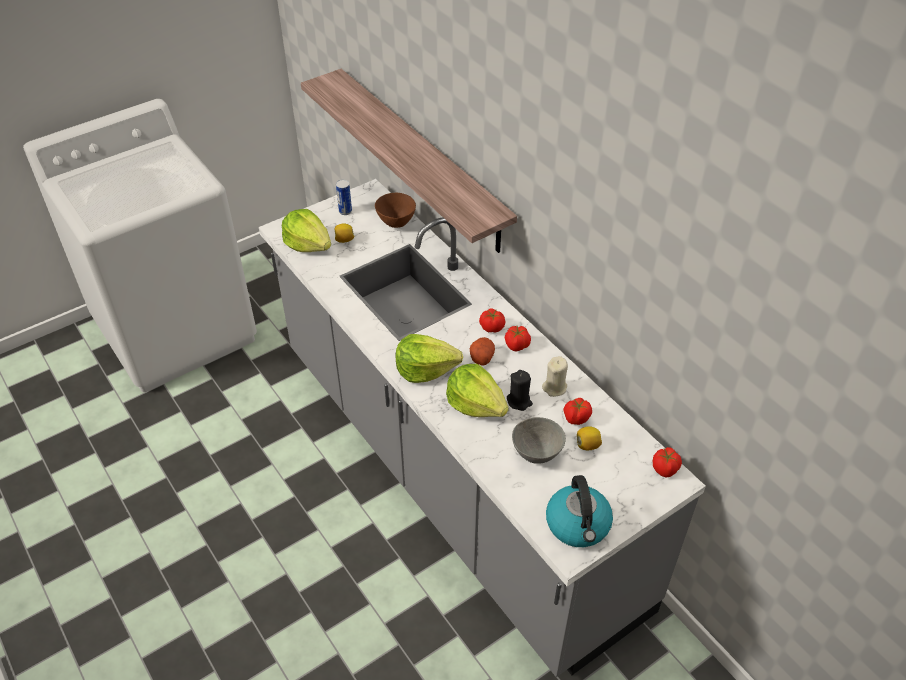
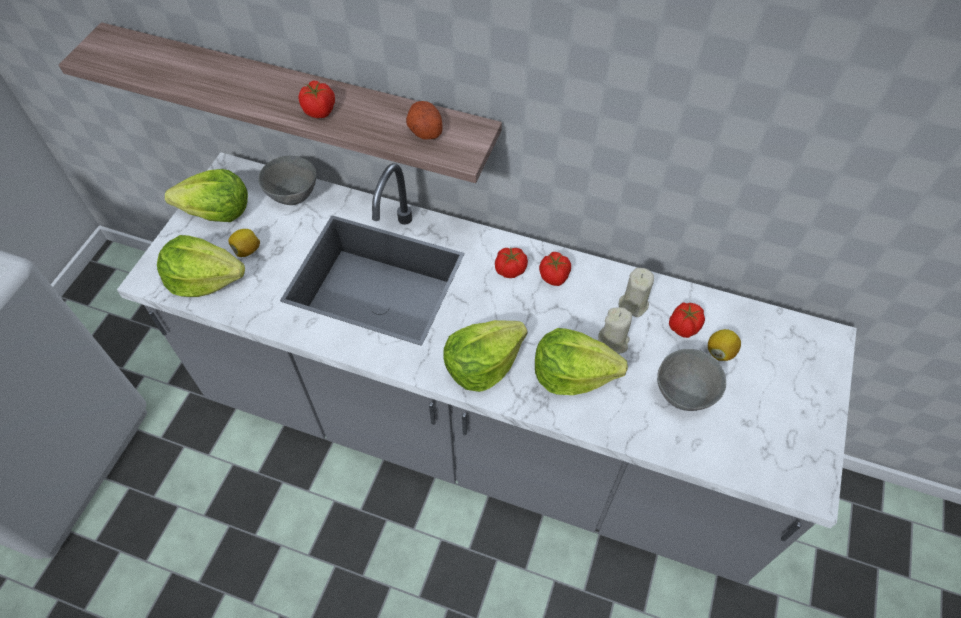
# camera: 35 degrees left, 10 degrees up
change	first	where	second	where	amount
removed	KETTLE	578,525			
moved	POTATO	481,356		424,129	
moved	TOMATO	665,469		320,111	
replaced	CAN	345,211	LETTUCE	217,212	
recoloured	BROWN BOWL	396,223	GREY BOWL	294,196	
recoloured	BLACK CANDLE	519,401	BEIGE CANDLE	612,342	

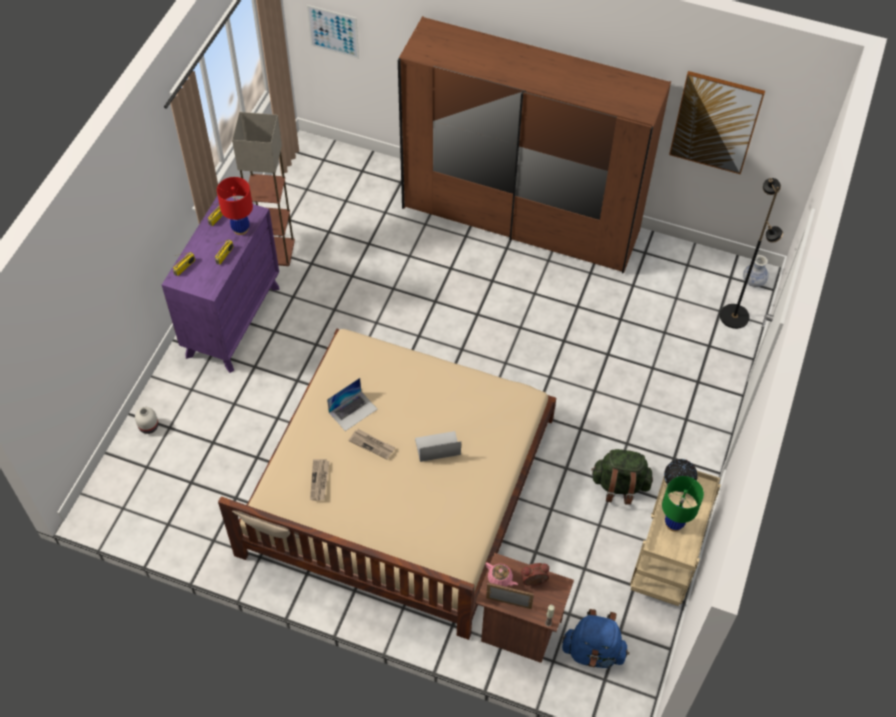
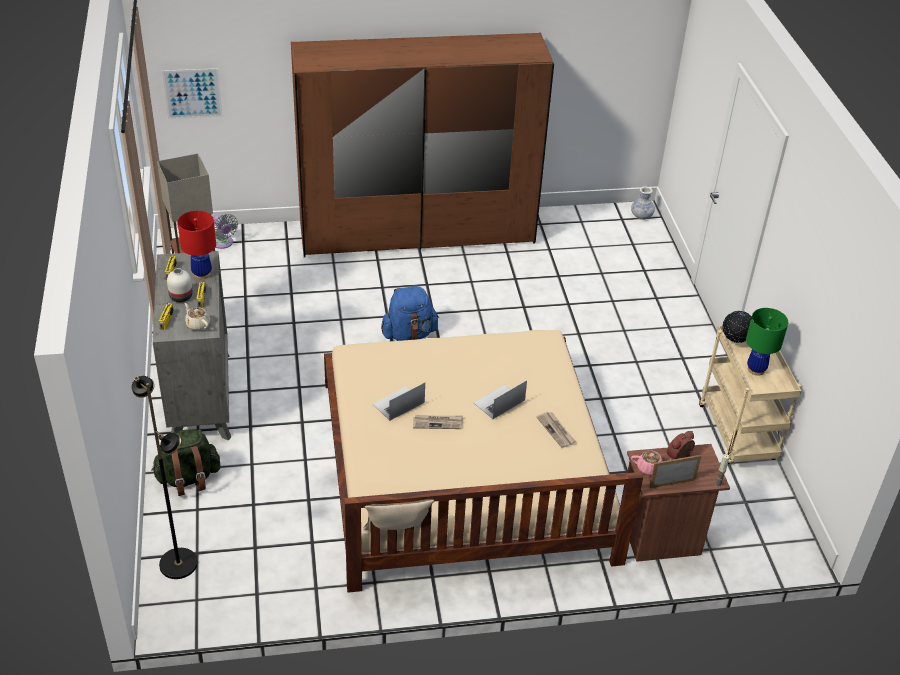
# camera: 30 degrees left, 15 degrees down
change	first	where	second	where	amount
removed	PICTURE	715,122			
added			BEIGE TEAPOT	197,324	
added			GREY FAN	223,243	
moved	WHITE VASE	148,426		180,296	
moved	NEWSPAPER	320,481		556,430	
moved	BLUE BACKPACK	593,651		409,334	
moved	GREEN BACKPACK	619,485		188,479	
moved	BLACK FLOOR LAMP	734,316		179,563	
recoloured	PURPLE DRESSER	233,321	GREY DRESSER	200,397	
turned	LAPTOP	353,410		398,403	150 degrees counterclockwise

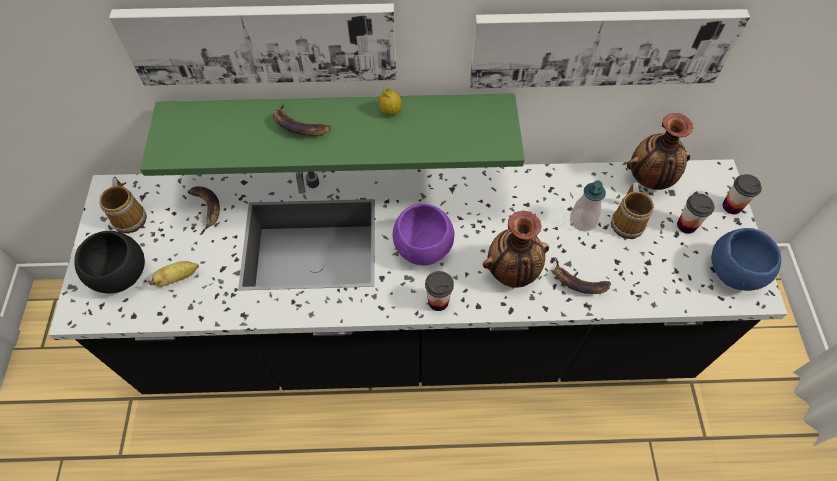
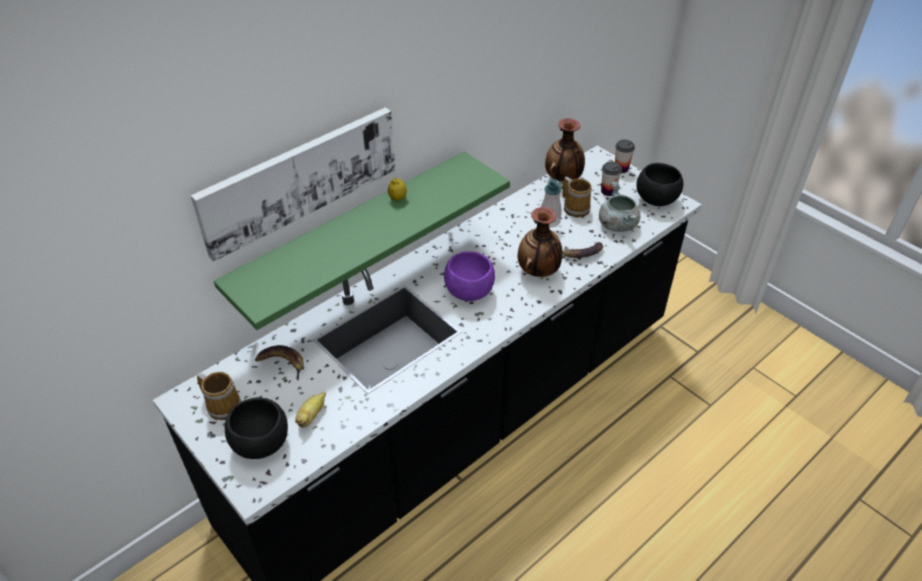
# camera: 40 degrees left, 15 degrees down
change	first	where	second	where	amount
removed	BANANA	299,126			
removed	CUP	438,301			
removed	PICTURE	600,46			
added			GREY COOKING POT	617,225	
recoloured	BLUE BOWL	734,272	BLACK BOWL	656,200	

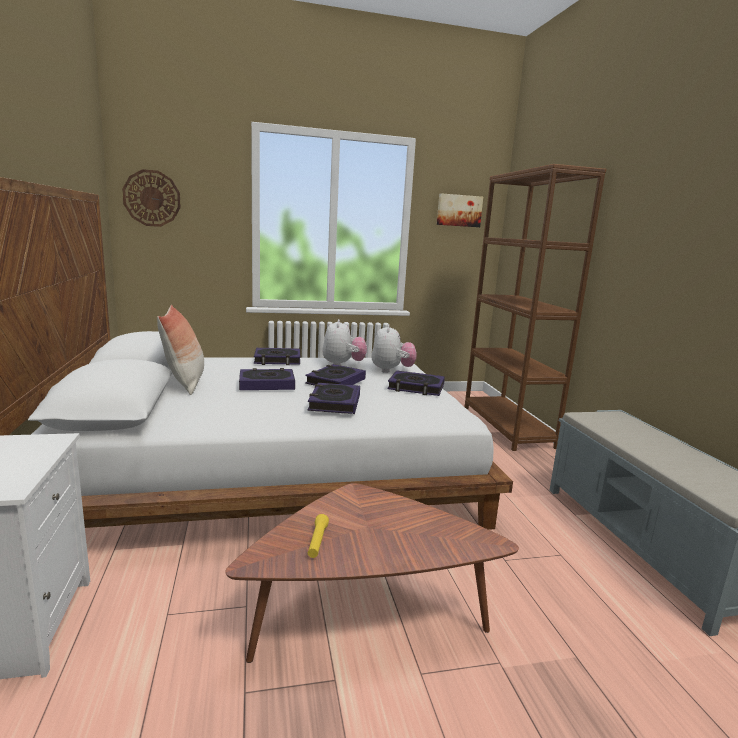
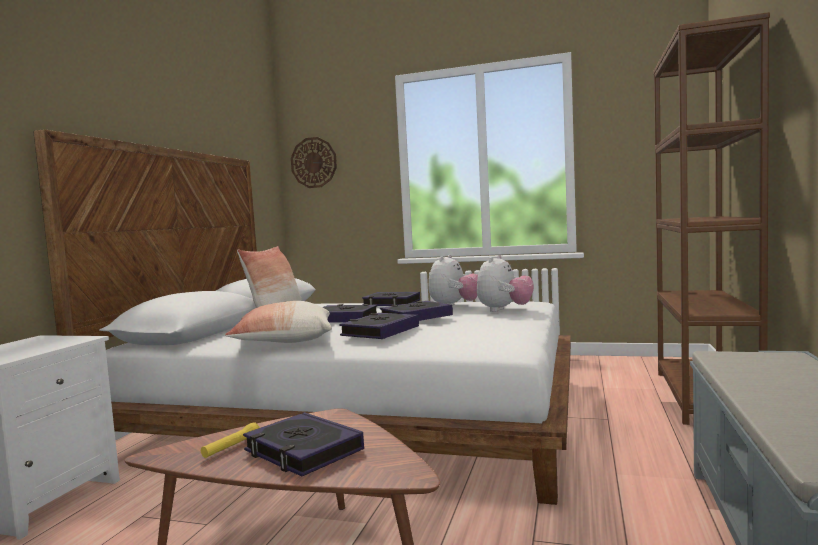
# camera: 30 degrees right, 10 degrees down
change	first	where	second	where	amount
removed	PICTURE	459,210			
added			PILLOW	284,341	
moved	BOOK	416,387		303,451	

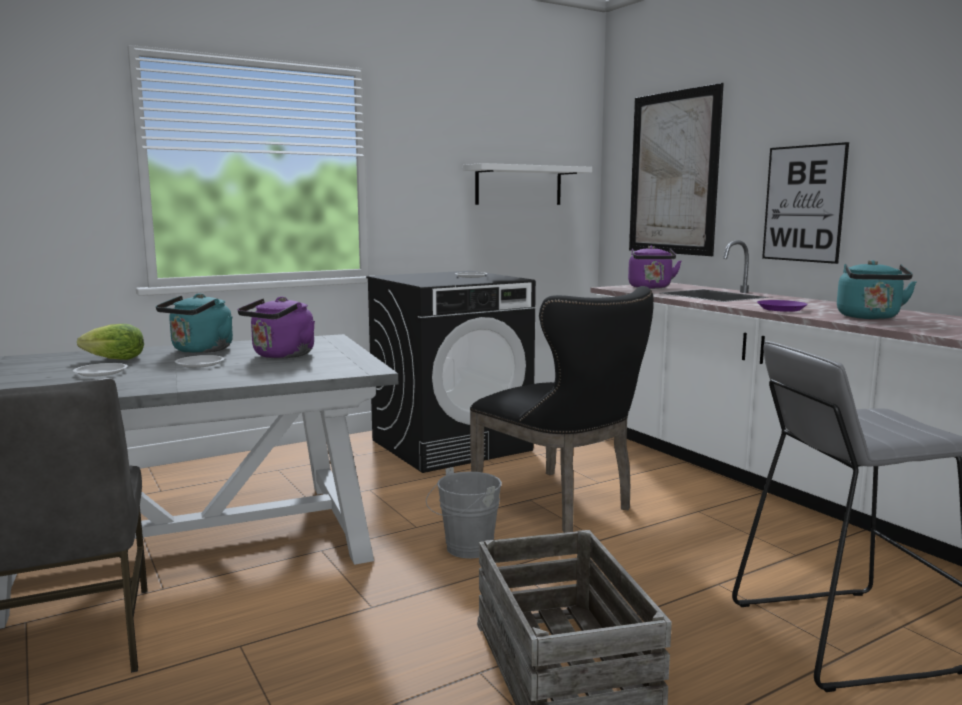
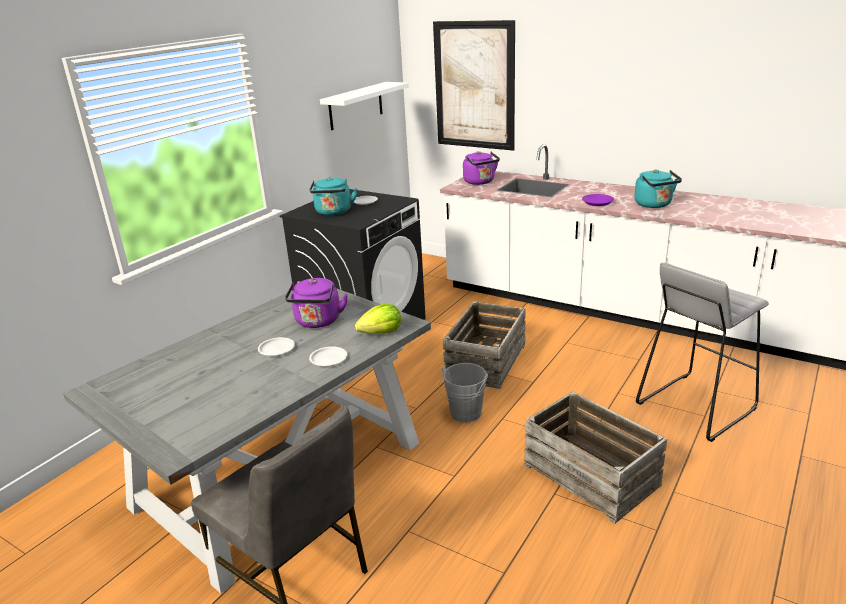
# camera: 25 degrees left, 15 degrees up
change	first	where	second	where	amount
removed	PICTURE	803,203			
moved	WHITE PLATE	101,372		328,359	
moved	LETTUCE	115,359		381,332	
moved	TURQUOISE KETTLE	200,350		333,212	
replaced	BLACK CHAIR	561,505	CRATE	486,361	

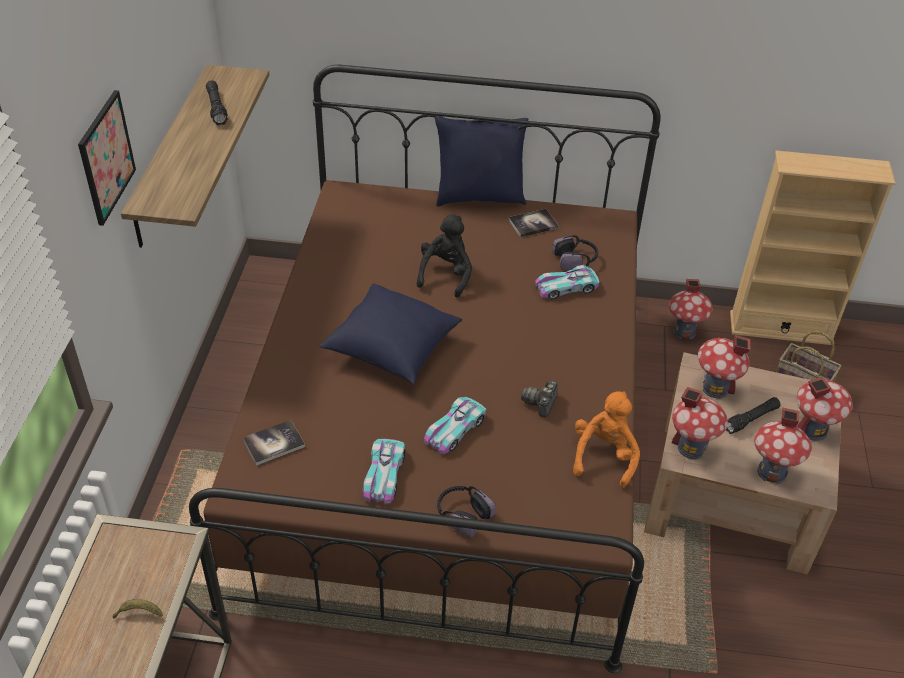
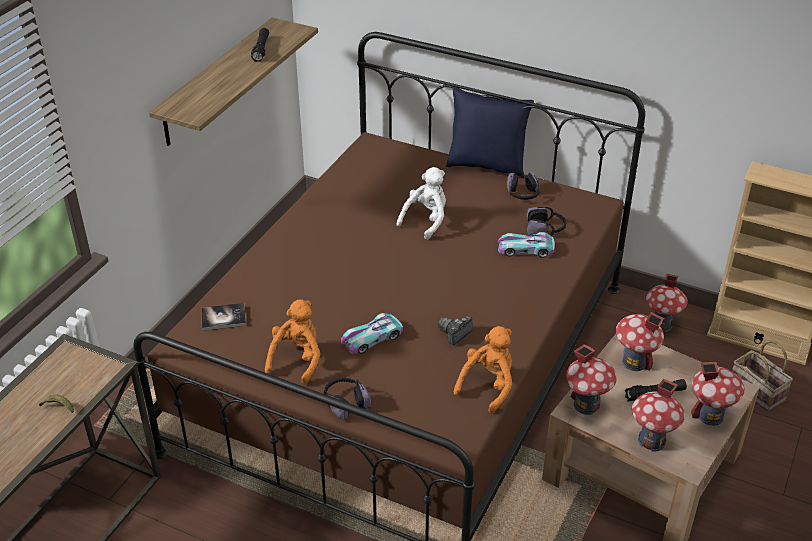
# camera: 20 degrees right, 5 degrees down
change	first	where	second	where	amount
removed	PICTURE	106,157			
removed	BLUE PILLOW	391,348			
replaced	TOY CAR	384,475	ORANGE PLUSH TOY	297,359	
replaced	BOOK	533,224	HEADPHONES	523,194	
recoloured	BLACK PLUSH TOY	446,274	WHITE PLUSH TOY	426,220	

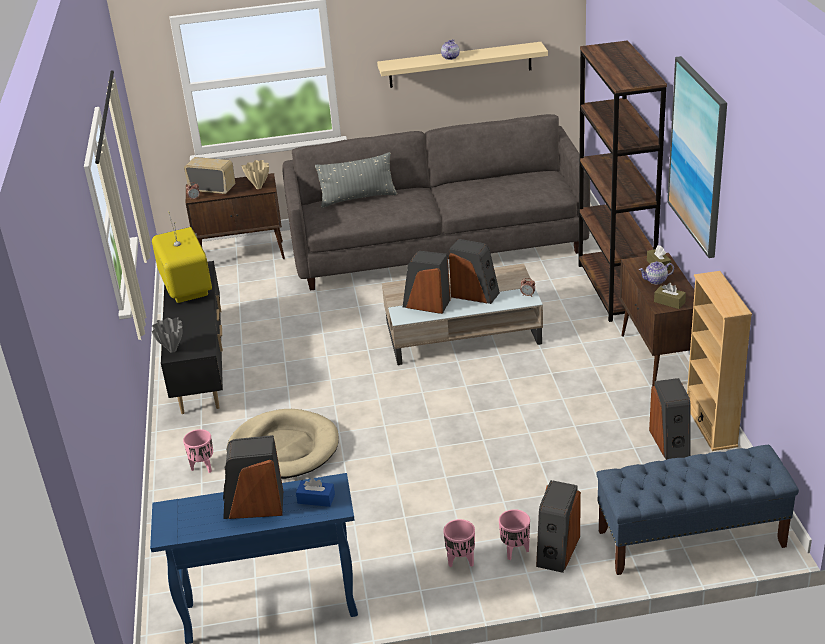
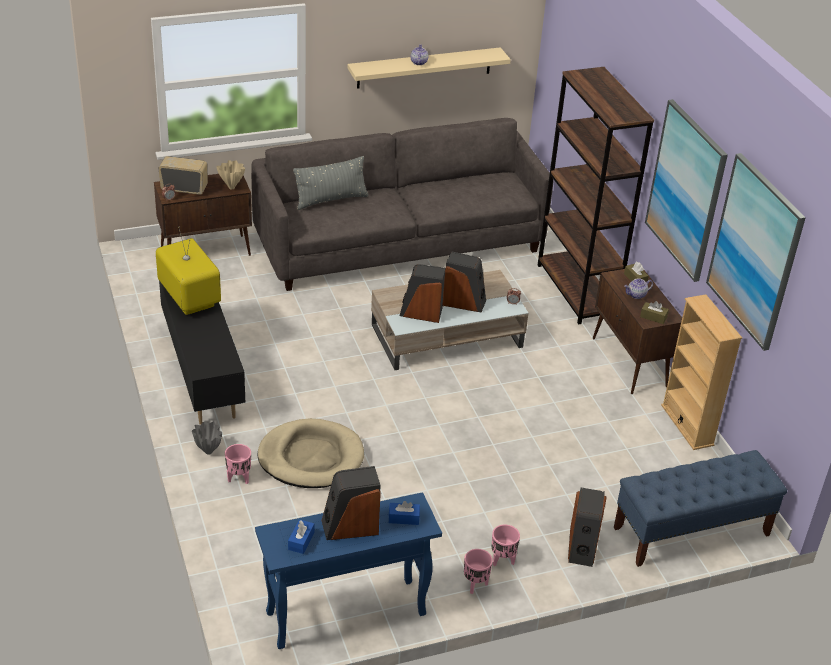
# camera: 15 degrees left, 5 degrees up
change	first	where	second	where	amount
removed	SPEAKER	670,442			
added			BLUE TISSUE BOX	301,541	
added			PICTURE	755,251	
moved	GREY VASE	172,350		208,452	
moved	PINK PLANTER	514,551		475,585	

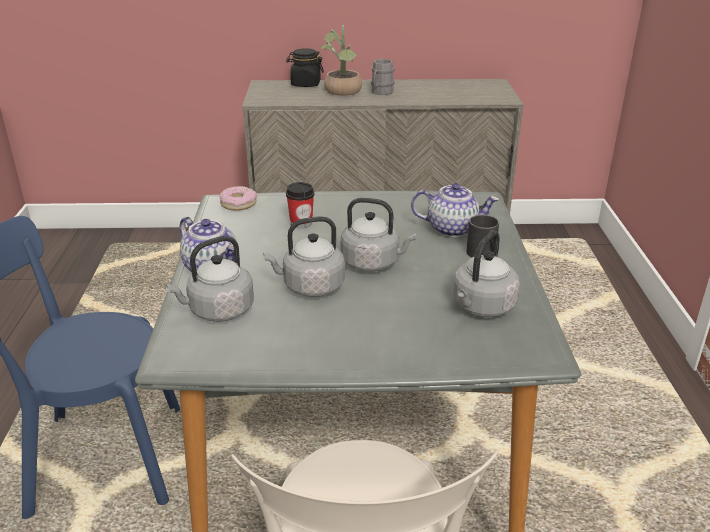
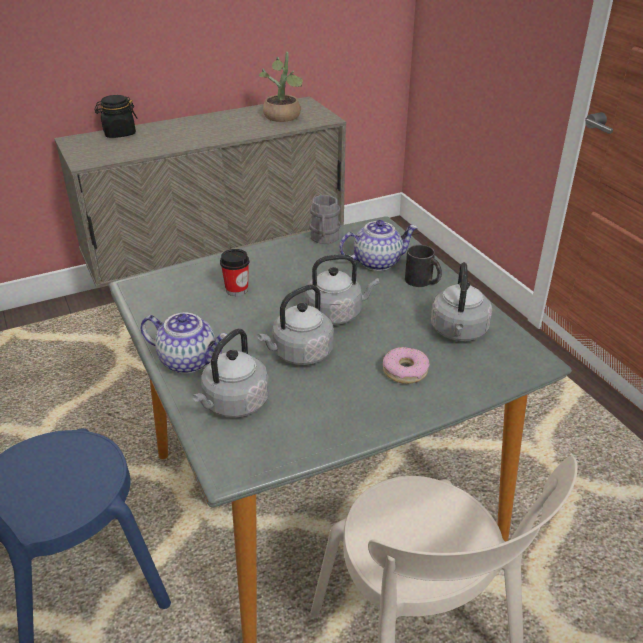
# camera: 25 degrees left, 5 degrees up
change	first	where	second	where	amount
moved	DONUT	238,204		405,371	
moved	POTTED PLANT	342,92		283,118	
moved	GREY MUG	380,92		324,239	

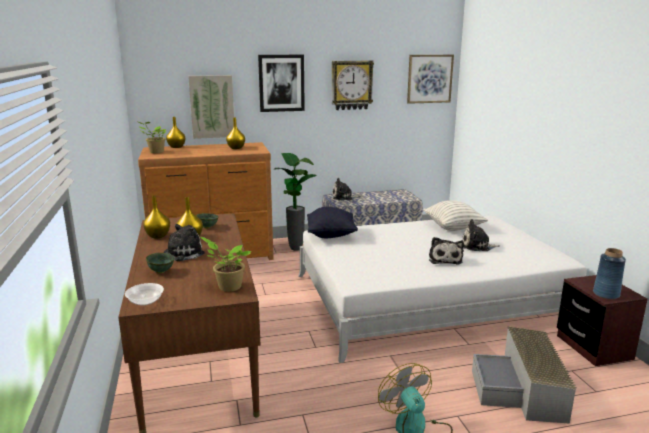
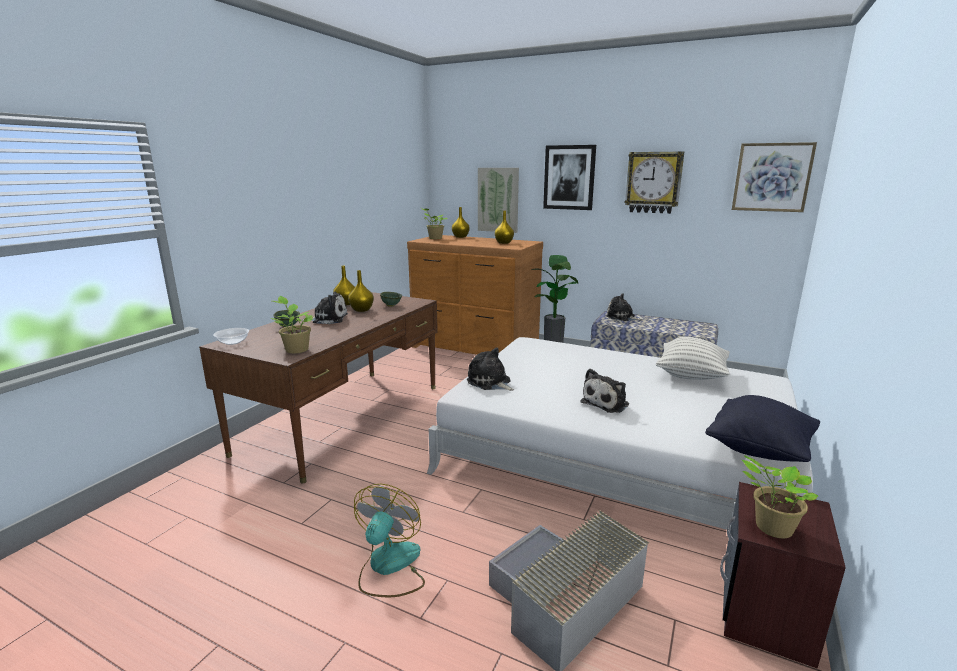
# camera: 40 degrees right, 0 degrees up
change	first	where	second	where	amount
moved	BLACK PILLOW	331,235		759,450	
moved	PLUSH TOY	477,246		490,382	
replaced	BLUE VASE	606,294	POTTED PLANT	770,527	

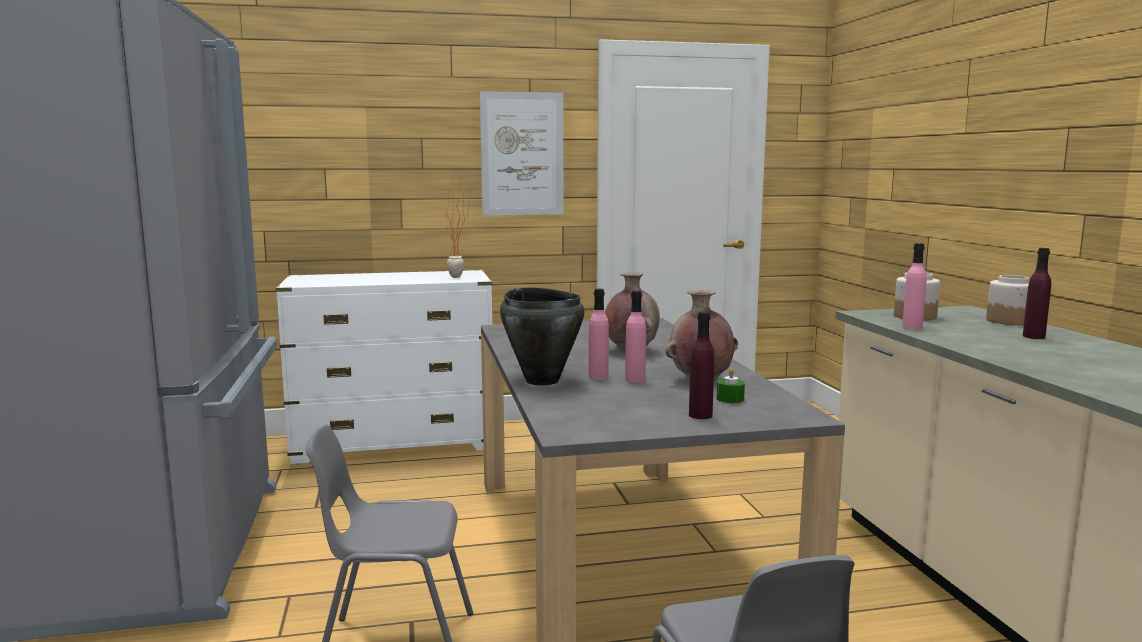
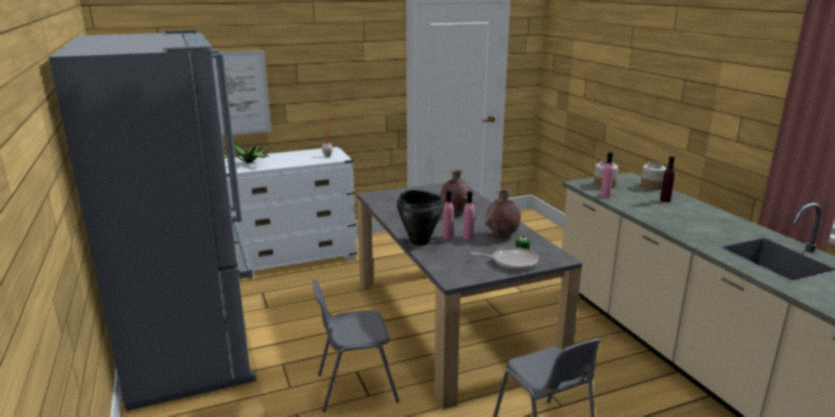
# camera: 10 degrees left, 10 degrees up
change	first	where	second	where	amount
added			POTTED PLANT	249,163	
moved	PICTURE	522,154		239,93	
replaced	PURPLE BOTTLE	700,415	FRYING PAN	512,262	

